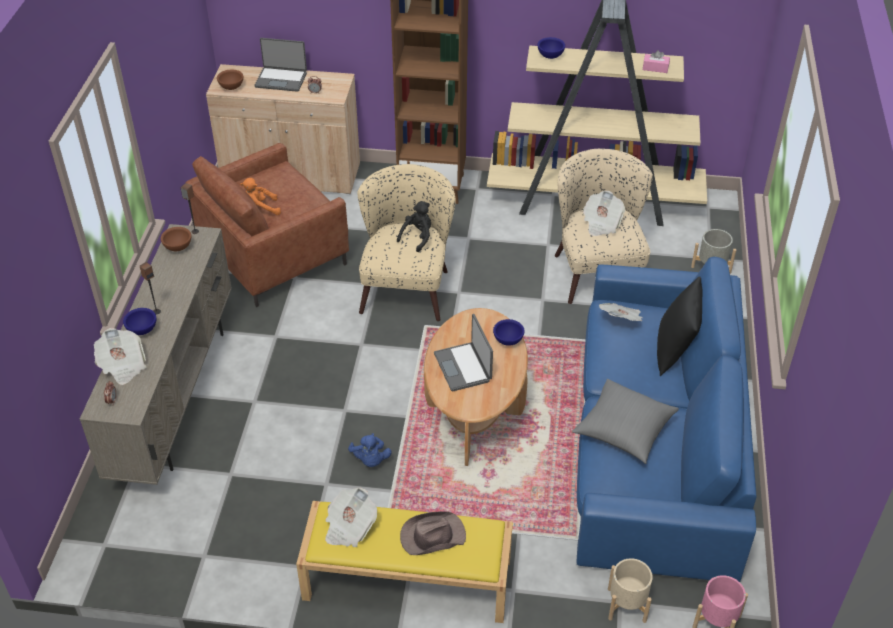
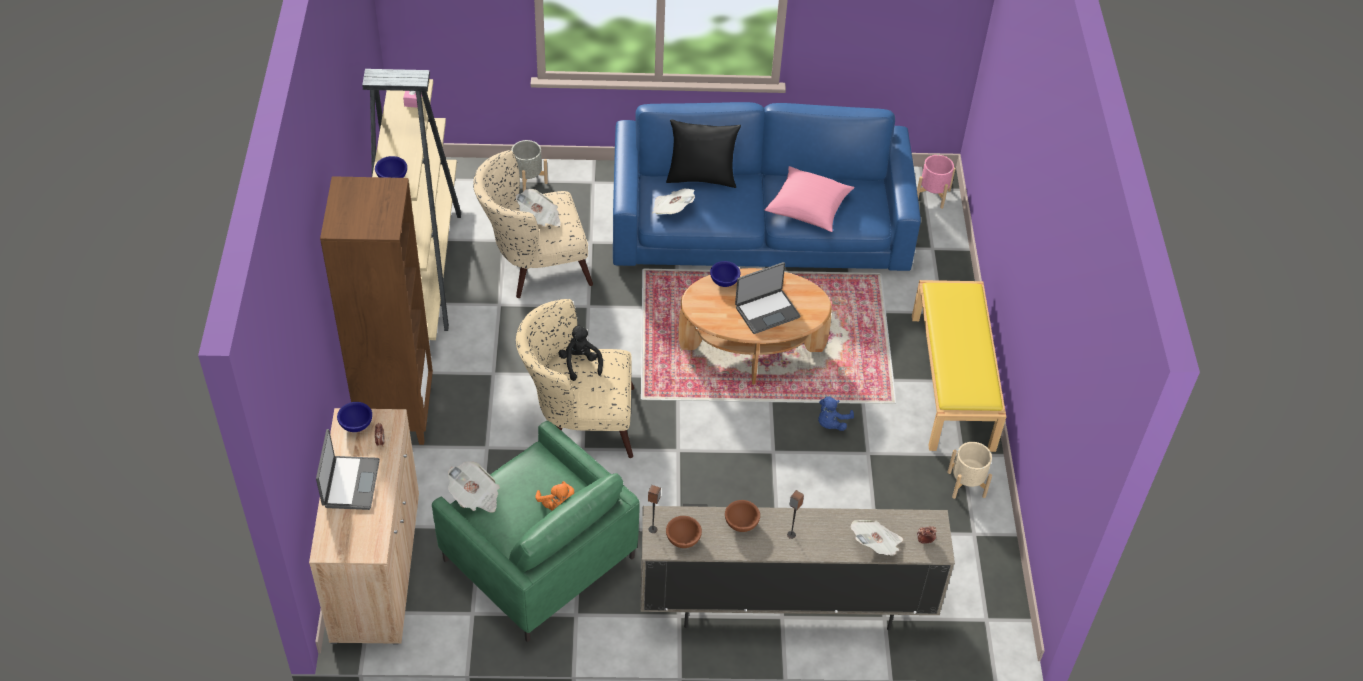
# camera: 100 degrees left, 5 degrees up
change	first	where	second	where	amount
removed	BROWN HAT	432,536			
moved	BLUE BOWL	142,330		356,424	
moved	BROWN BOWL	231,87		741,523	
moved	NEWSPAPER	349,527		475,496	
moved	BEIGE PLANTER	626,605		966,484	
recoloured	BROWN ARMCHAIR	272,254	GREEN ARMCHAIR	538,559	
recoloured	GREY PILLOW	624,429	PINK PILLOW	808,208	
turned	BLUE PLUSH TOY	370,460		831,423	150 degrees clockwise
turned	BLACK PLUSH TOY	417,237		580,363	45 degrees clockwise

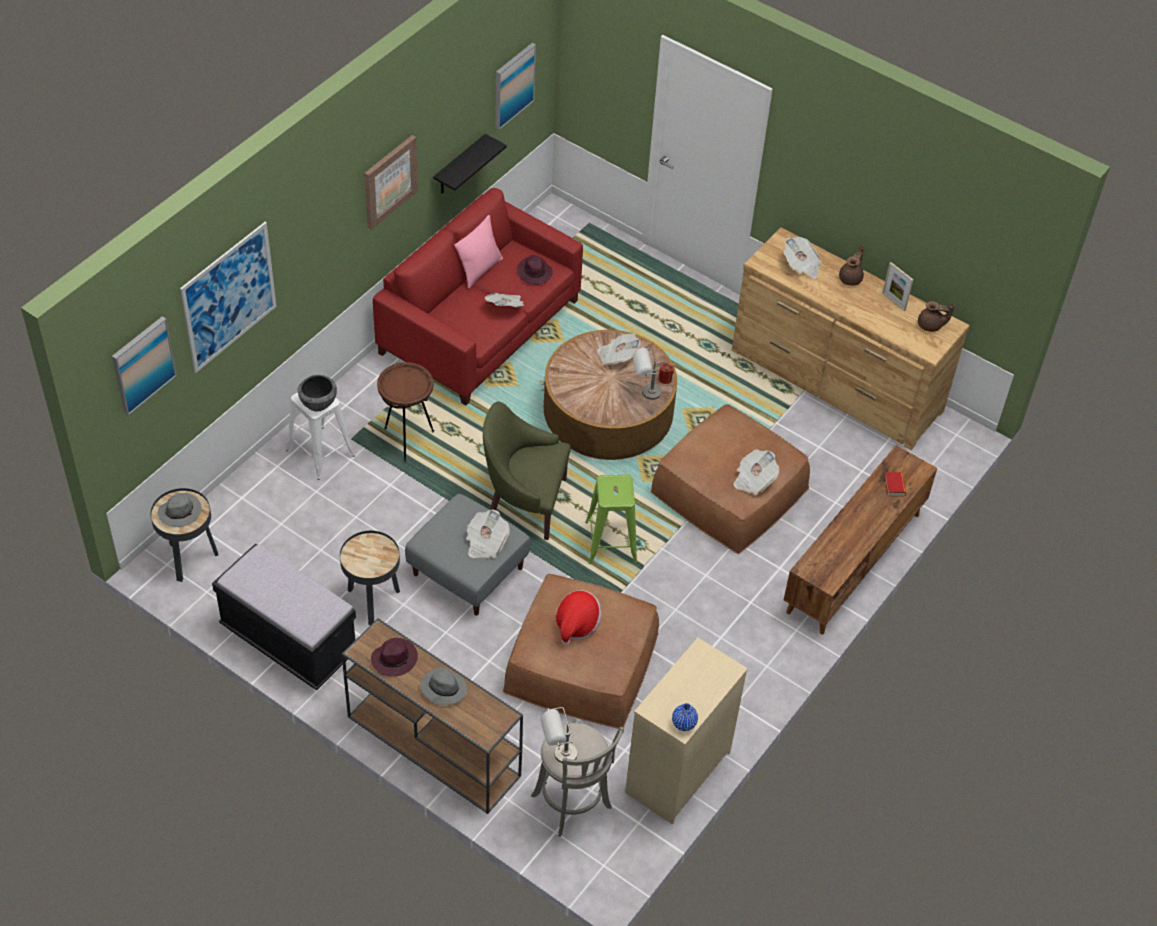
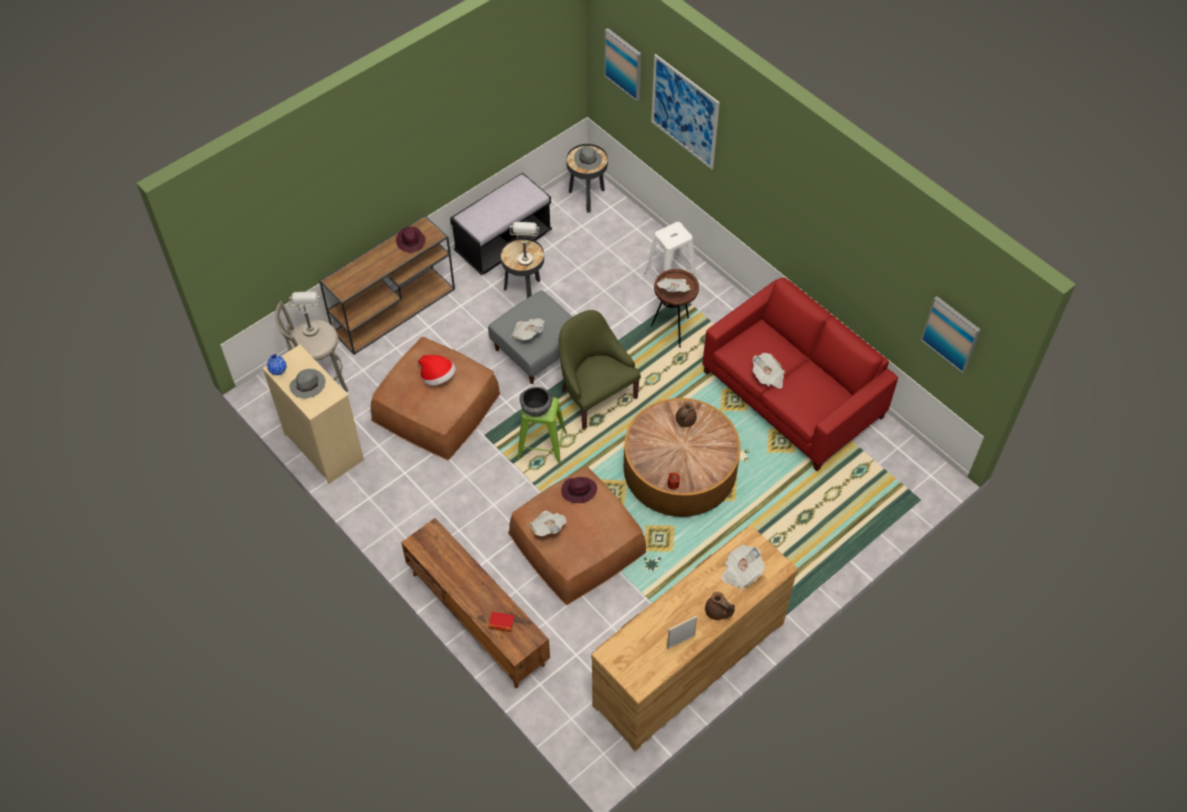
# camera: 105 degrees right, 5 degrees up
change	first	where	second	where	amount
removed	PICTURE	389,181			
removed	BLACK SHELF	459,166			
removed	PINK PILLOW	479,270			
moved	BOWL	318,404		536,410	
moved	GREY HAT	443,688		308,384	
moved	PURPLE HAT	535,273		578,491	
moved	NEWSPAPER	617,356		674,290	
moved	GREY TABLE LAMP	645,393		525,255	
moved	BROWN TEAPOT	931,326		684,421	
turned	GREEN ARMCHAIR	524,502		595,395	60 degrees counterclockwise

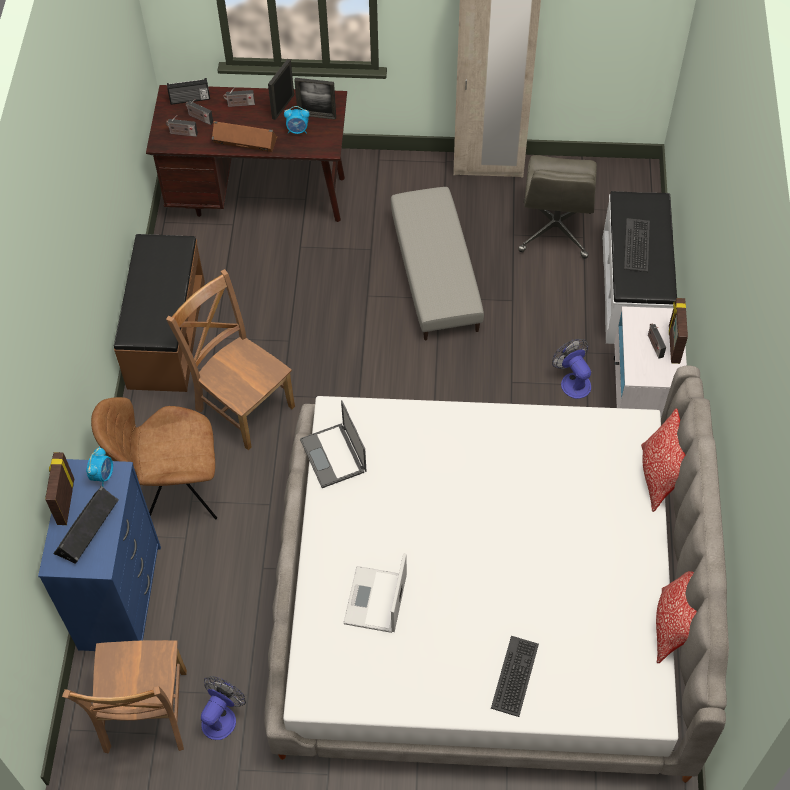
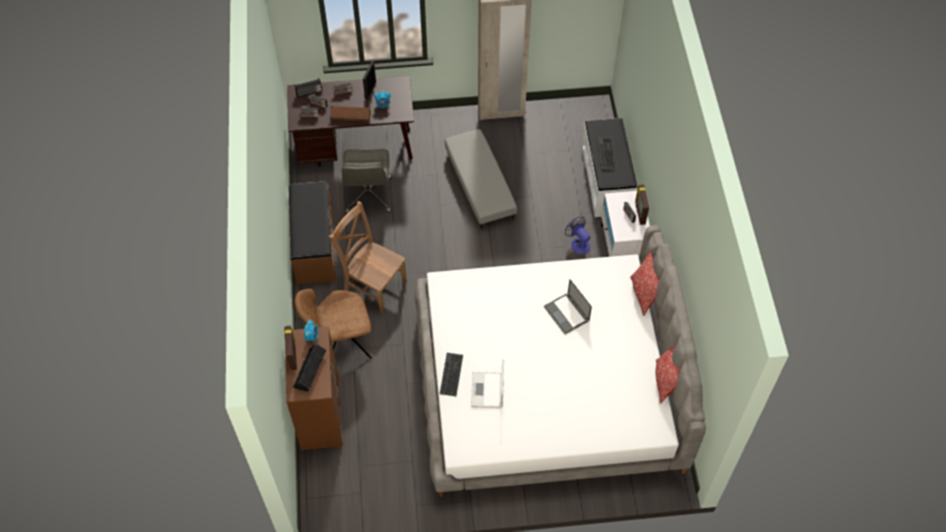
# camera: 10 degrees left, 0 degrees up
change	first	where	second	where	amount
removed	BROWN CHAIR	145,715			
removed	FAN	222,716			
removed	PICTURE FRAME	317,116			
moved	LAPTOP	334,456		567,314	
moved	KEYBOARD	515,676		452,374	
moved	GREY OFFICE CHAIR	555,230		368,196	
recoloured	BLUE DRESSER	121,597	BROWN DRESSER	321,414	

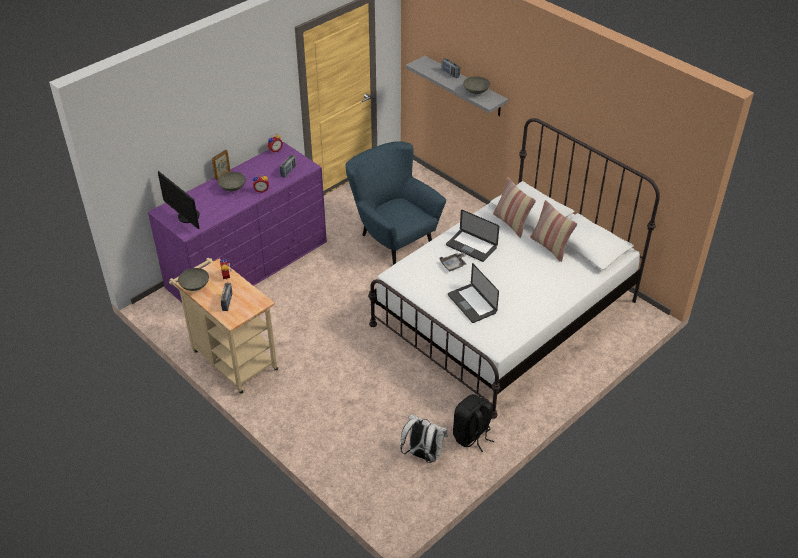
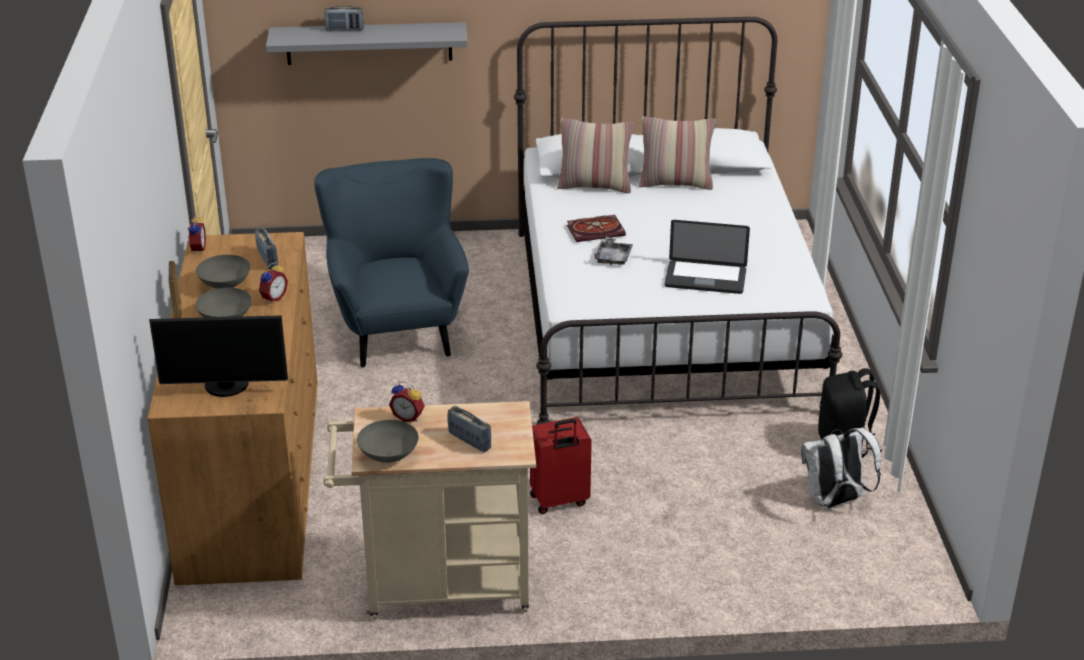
# camera: 50 degrees left, 10 degrees down
change	first	where	second	where	amount
added			RED SUITCASE	559,501	
moved	GREY BOWL	476,92		225,285	
replaced	LAPTOP	471,246	BOOK	597,230	
recoloured	PURPLE DRESSER	248,264	BROWN DRESSER	252,476	
turned	BLUE ARMCHAIR	392,238		396,328	75 degrees clockwise

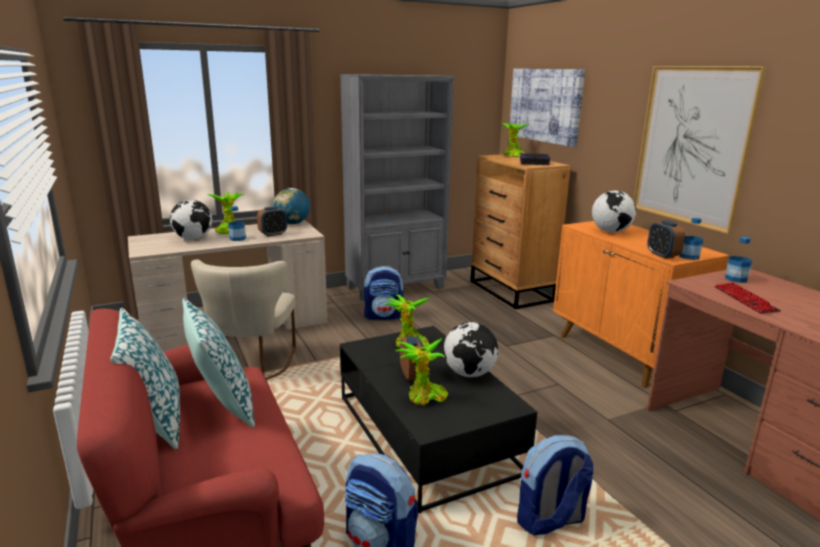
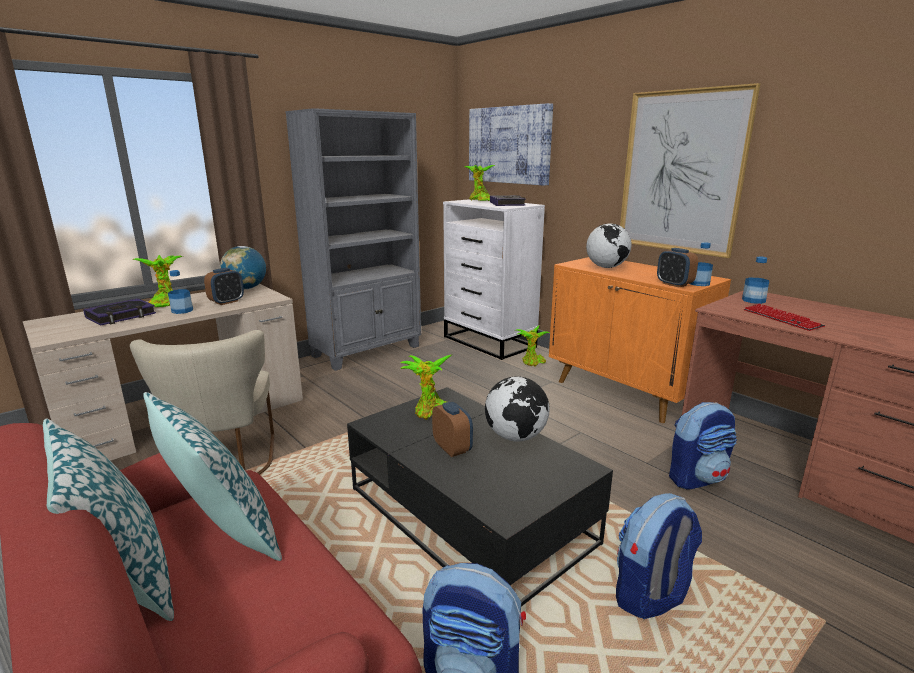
# camera: 15 degrees left, 0 degrees up
change	first	where	second	where	amount
moved	BACKPACK	384,316		697,478	
moved	POTTED PLANT	424,398		532,363	
replaced	GLOBE	193,239	BOOK	121,316	
recoloured	BROWN DRESSER	511,291	WHITE DRESSER	489,342	

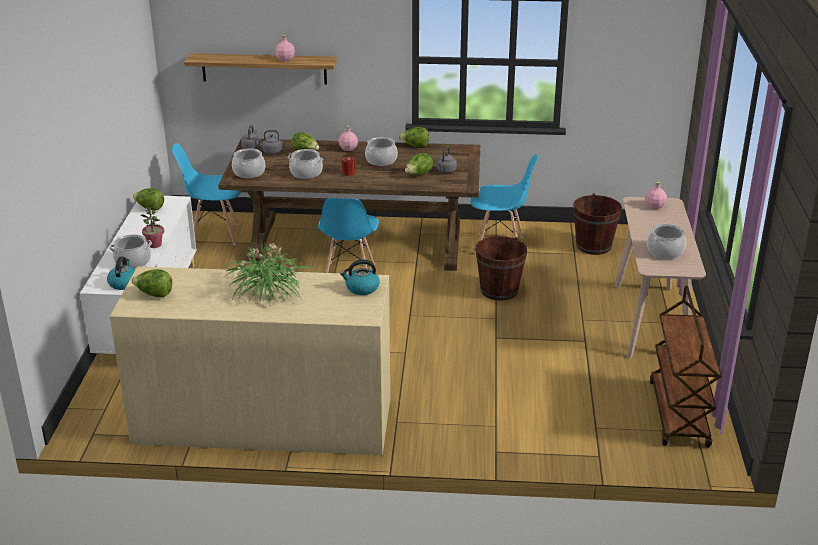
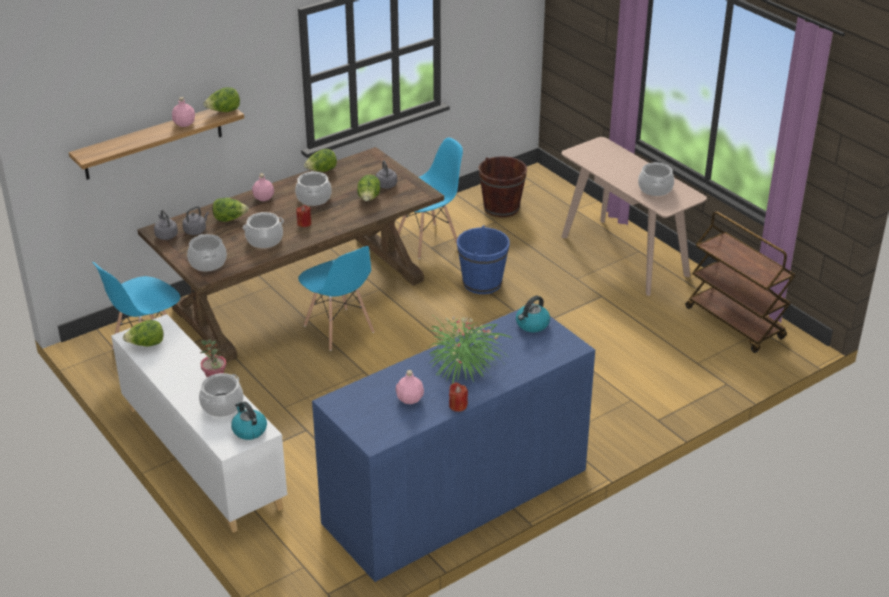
# camera: 40 degrees left, 5 degrees up
change	first	where	second	where	amount
added			RED CANDLE	458,406	
moved	LETTUCE	154,294		224,111	
moved	PINK BOTTLE	655,206		410,399	
recoloured	BEIGE DRESSER	263,420	BLUE DRESSER	455,496	
recoloured	BROWN BUCKET	499,290	BLUE BUCKET	482,283	

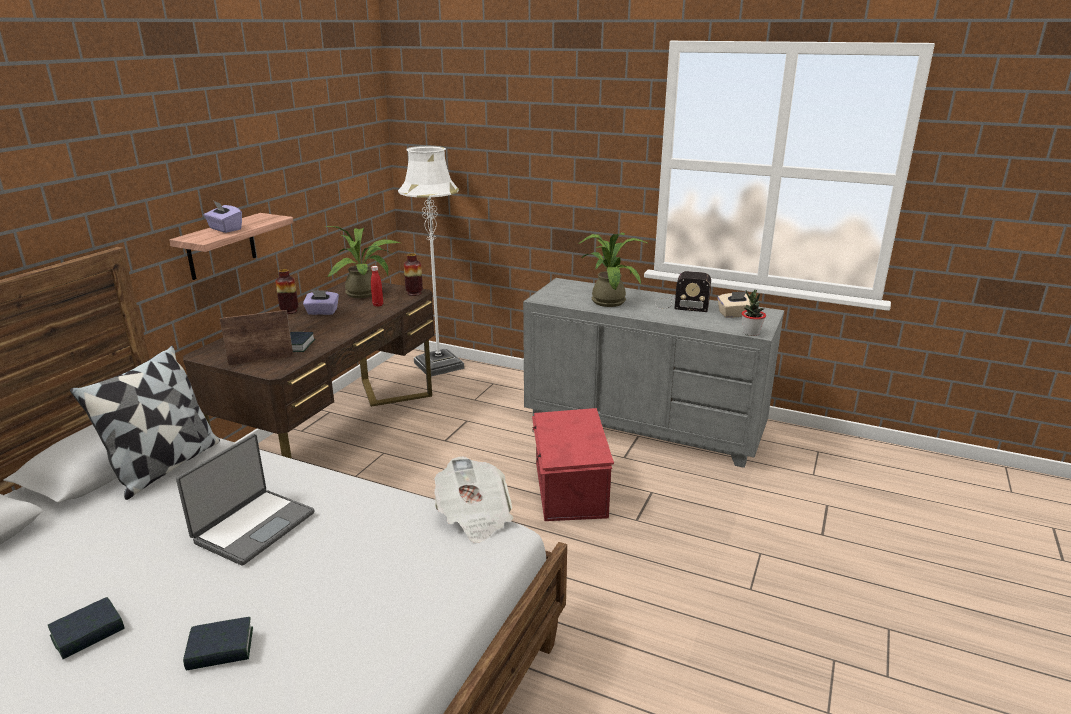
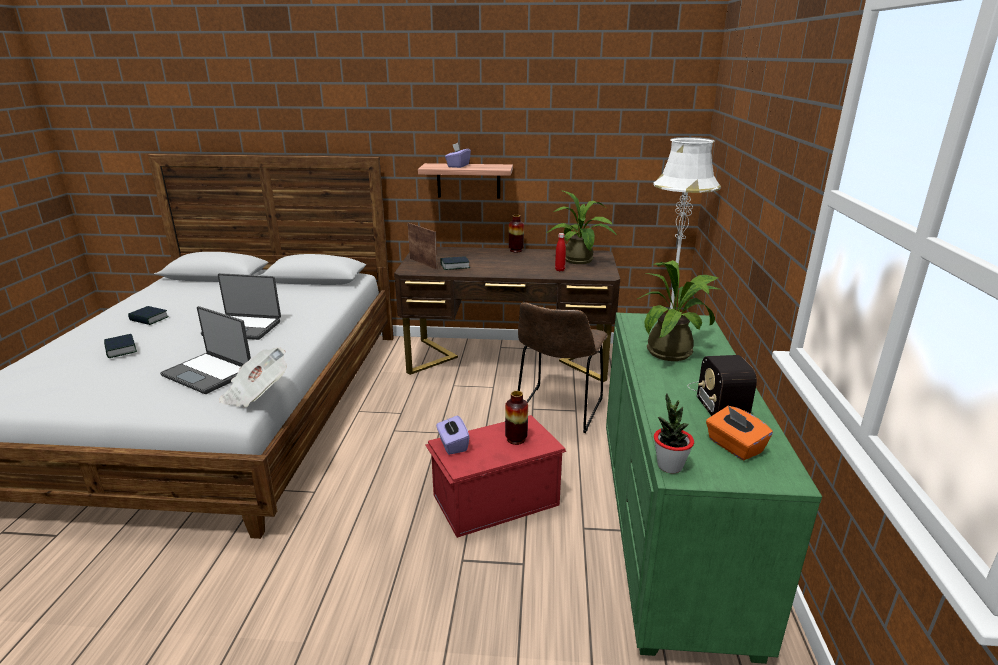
# camera: 70 degrees right, 0 degrees up
change	first	where	second	where	amount
removed	PILLOW	165,466			
added			LAPTOP	209,373	
added			BROWN CHAIR	558,411	
moved	PURPLE TISSUE BOX	322,312		452,445	
moved	VASE	414,293		516,439	
recoloured	GREY DRESSER	643,426	GREEN DRESSER	669,532	
recoloured	BEIGE TISSUE BOX	735,314	ORANGE TISSUE BOX	734,446	

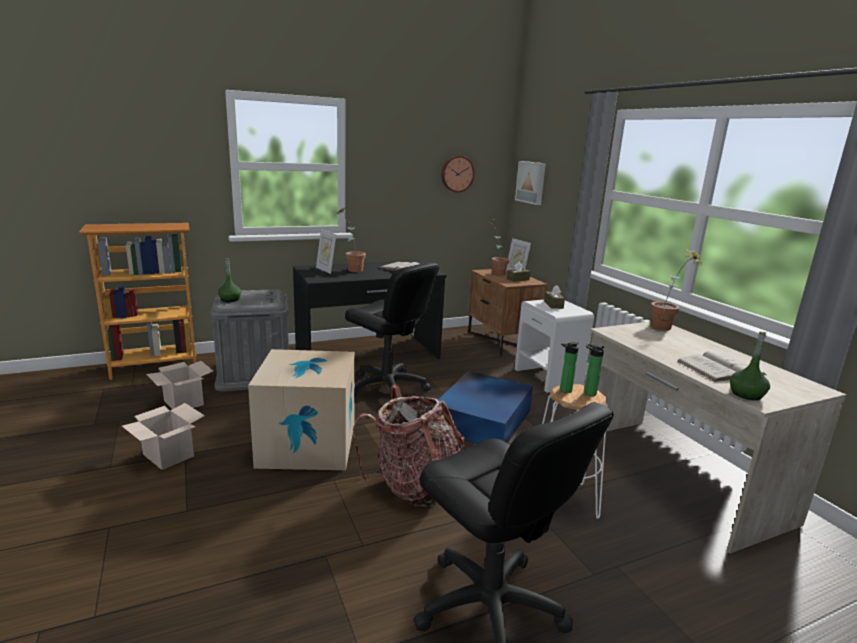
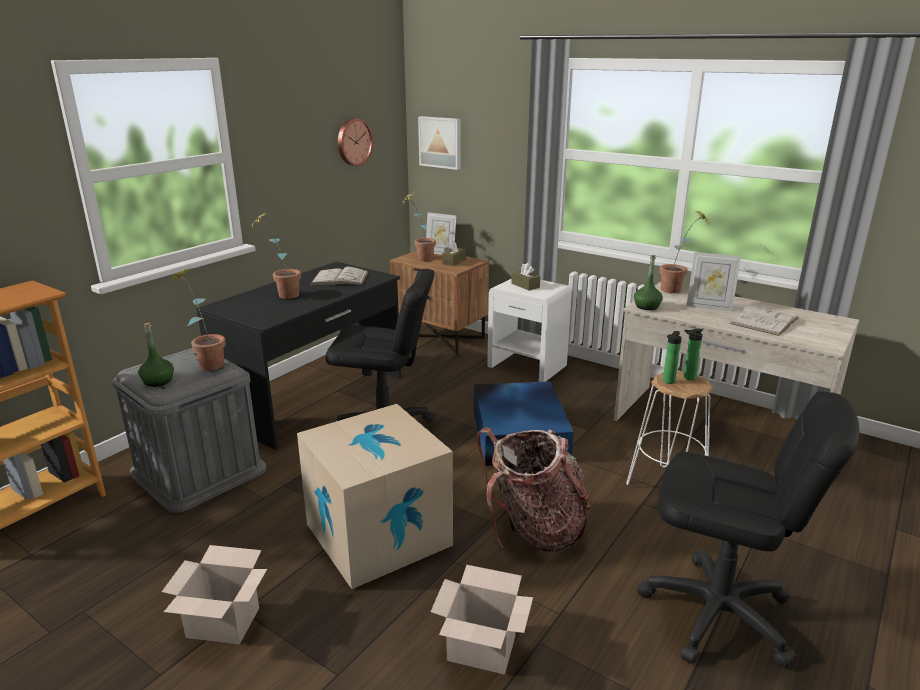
# camera: 30 degrees left, 5 degrees up
change	first	where	second	where	amount
added			POTTED PLANT	206,363	
moved	CARDBOARD BOX	182,402		479,649	
moved	PICTURE FRAME	326,270		709,307	
moved	GREEN BOTTLE	746,394		646,306	

